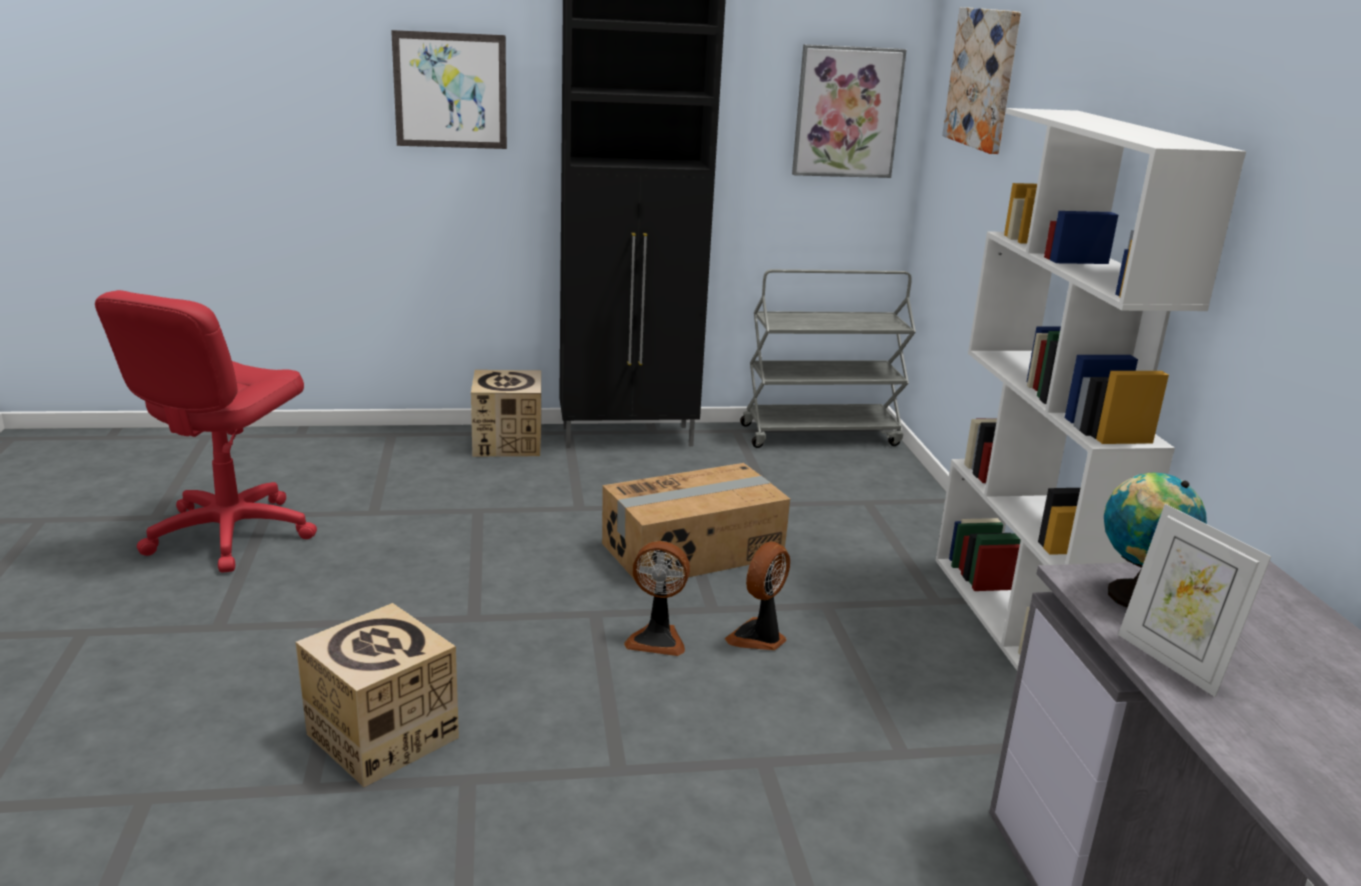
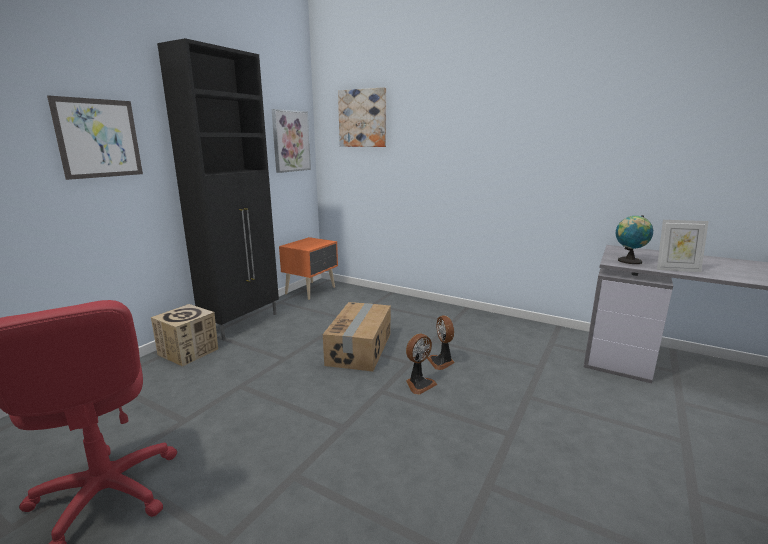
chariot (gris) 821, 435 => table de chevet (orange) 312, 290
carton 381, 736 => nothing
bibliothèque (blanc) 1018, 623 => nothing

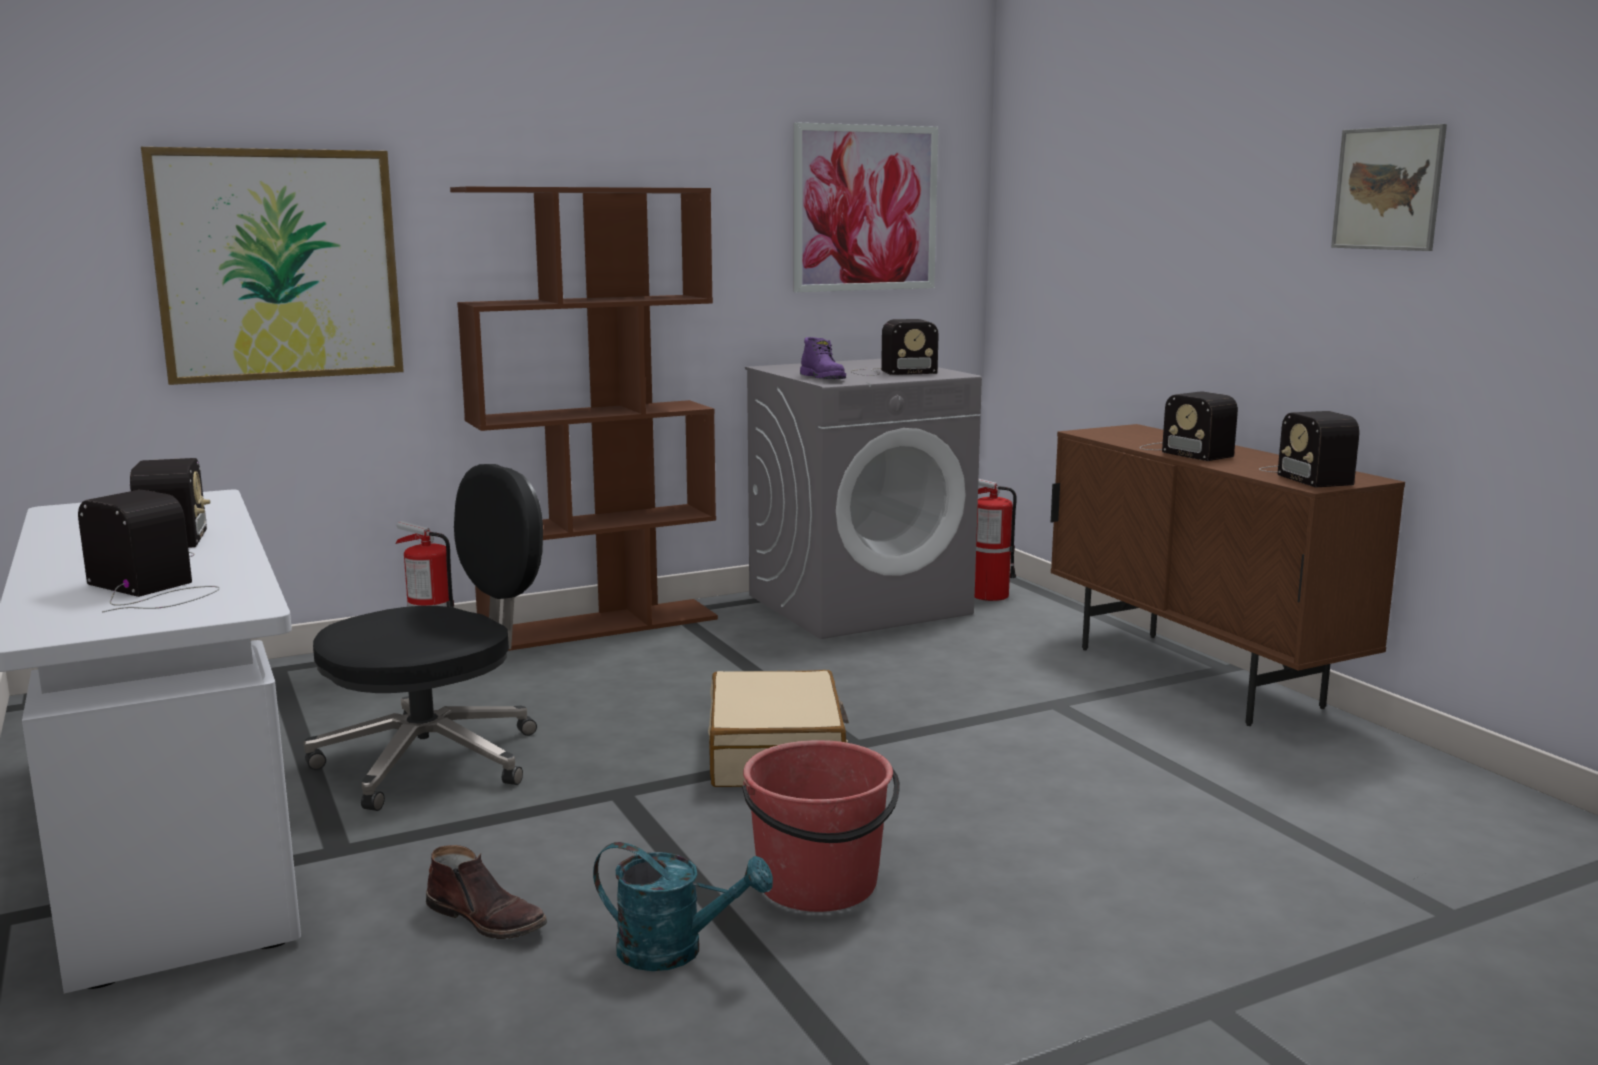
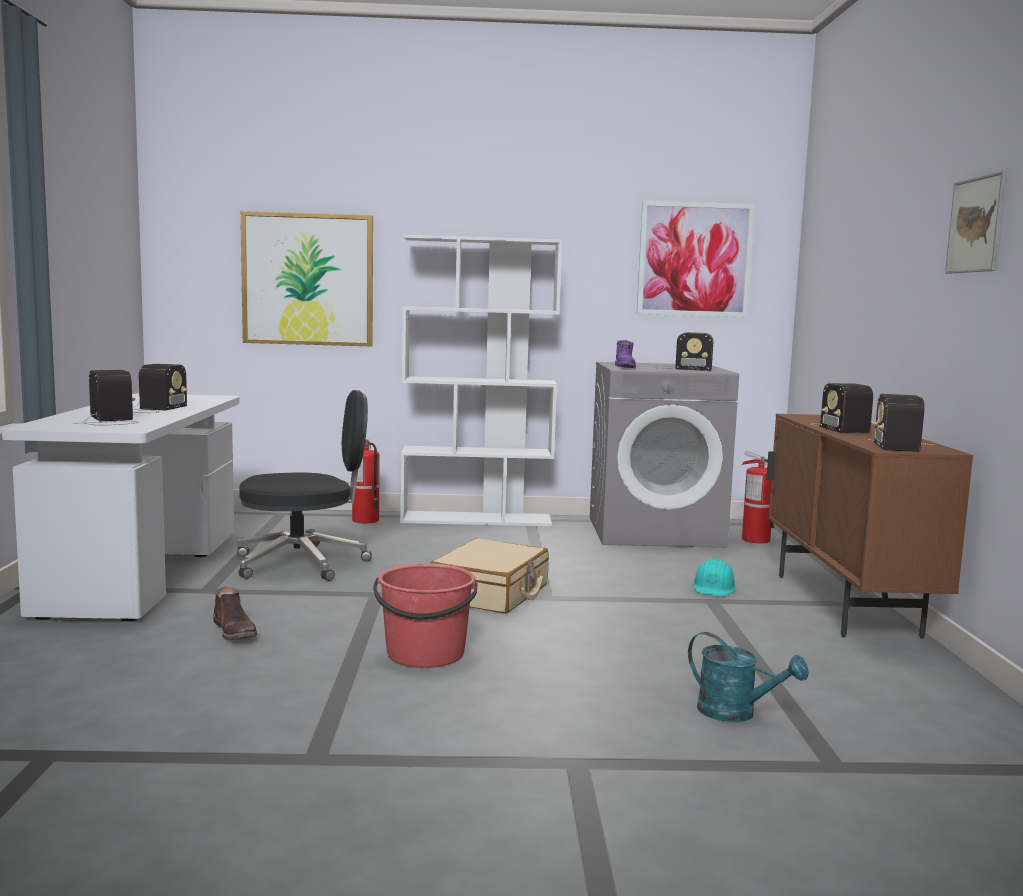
bibliothèque (marron) 600, 625 => bibliothèque (blanc) 477, 519
arrosoir (turquoise) 675, 951 => arrosoir (turquoise) 736, 713, moved
nothing => casque de chantier (turquoise) 714, 587

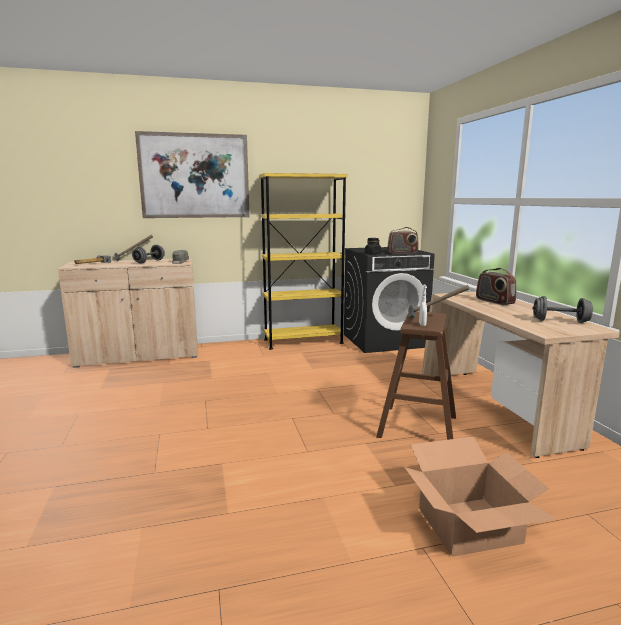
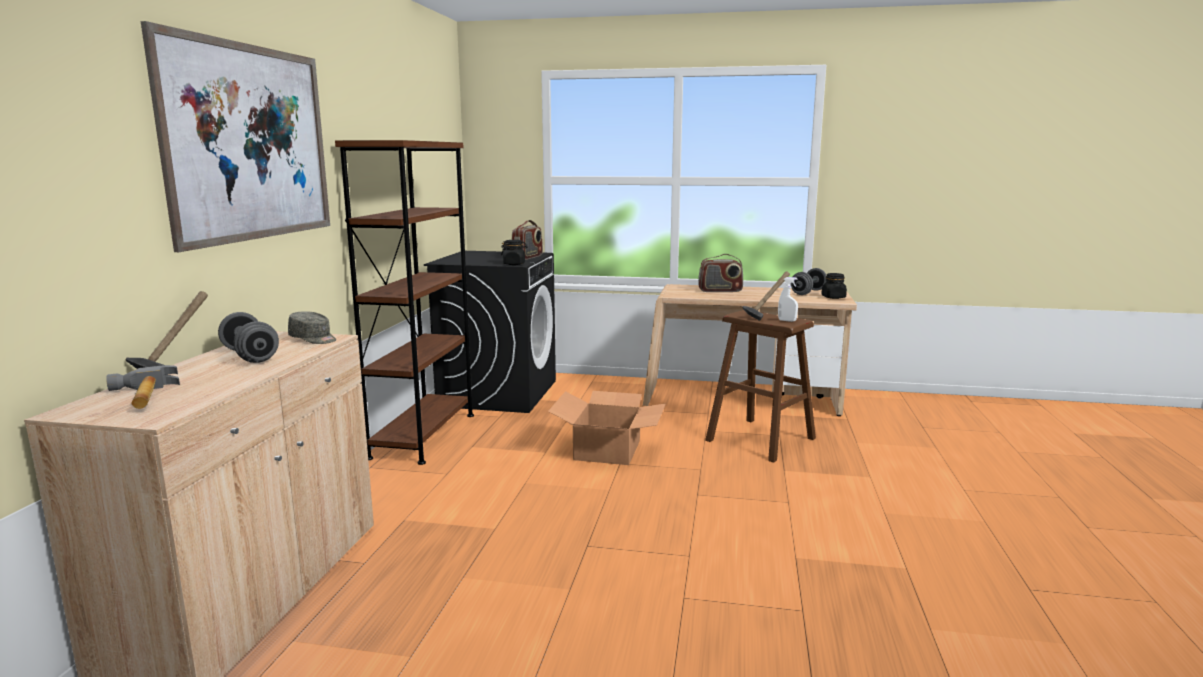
bibliothèque (jaune) 303, 341 => bibliothèque (marron) 423, 435
carton 470, 526 => carton 608, 450, moved
nothing => bocal (noir) 833, 297

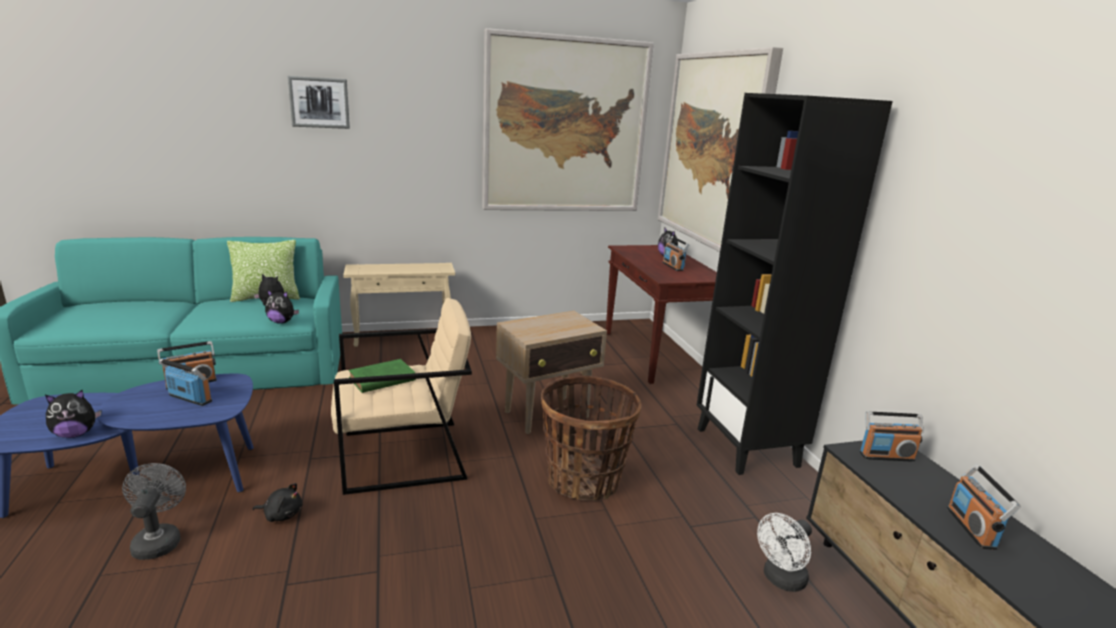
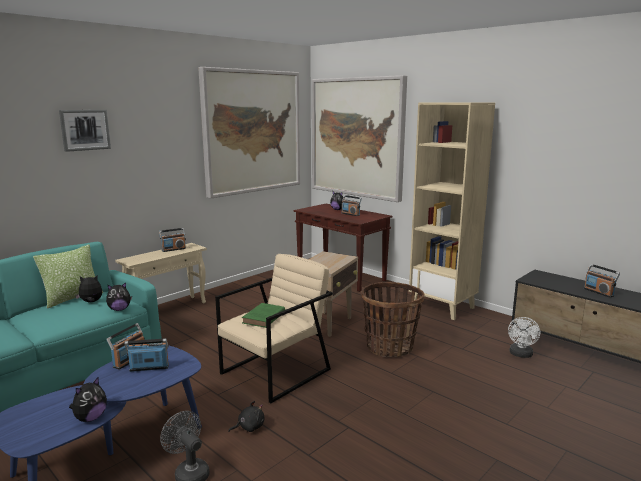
radio 886, 456 => radio 173, 249, moved
bibliothèque (noir) 748, 447 => bibliothèque (beige) 443, 307

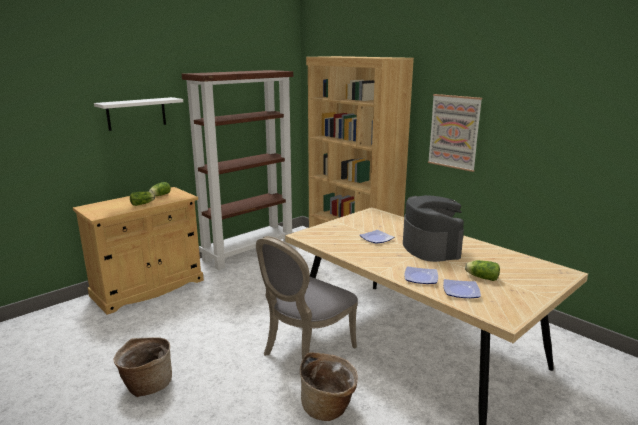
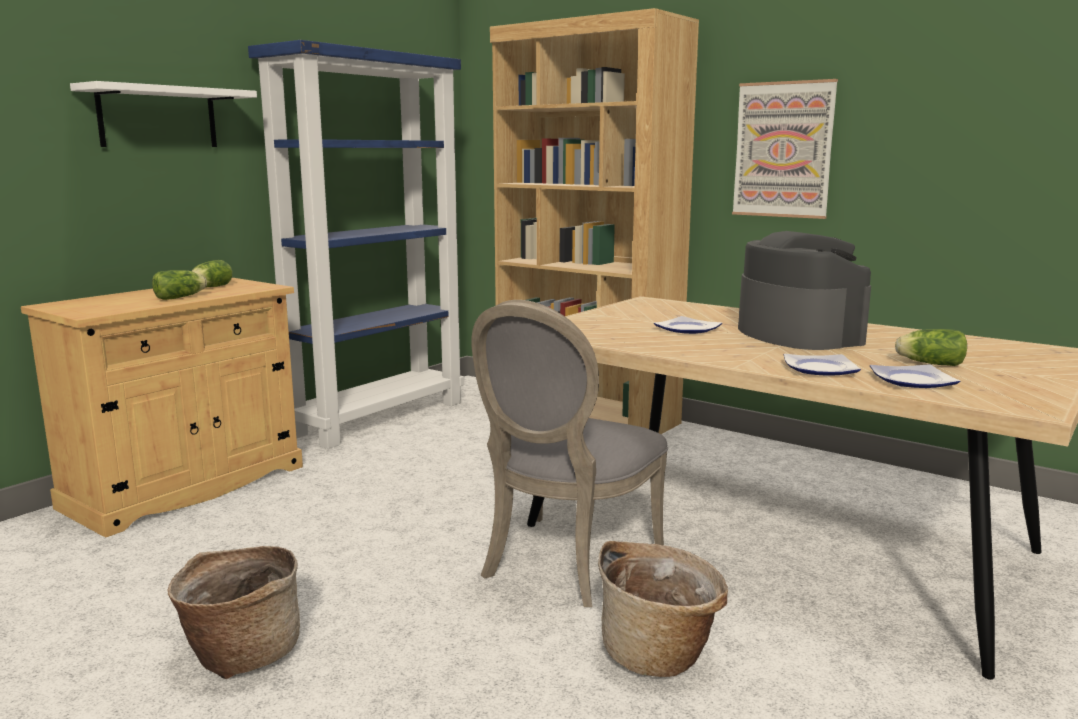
bibliothèque (marron) 249, 251 => bibliothèque (bleu) 379, 418

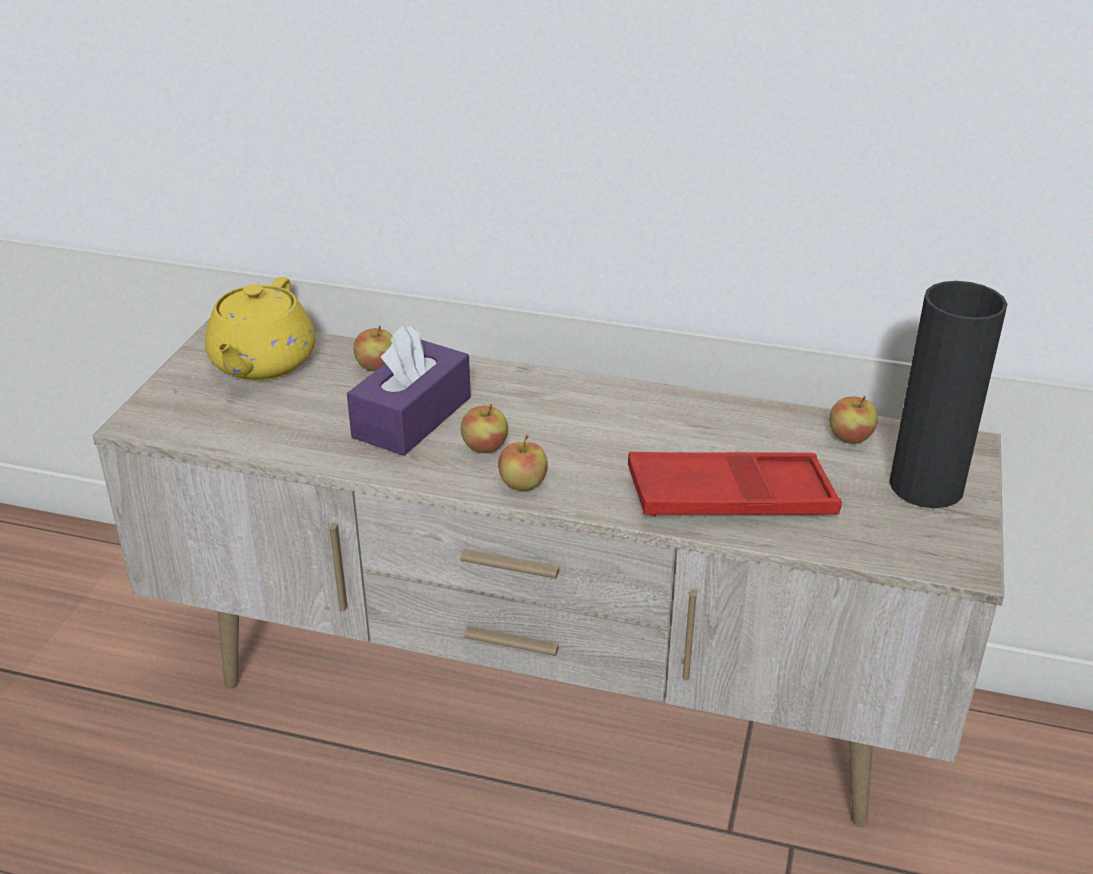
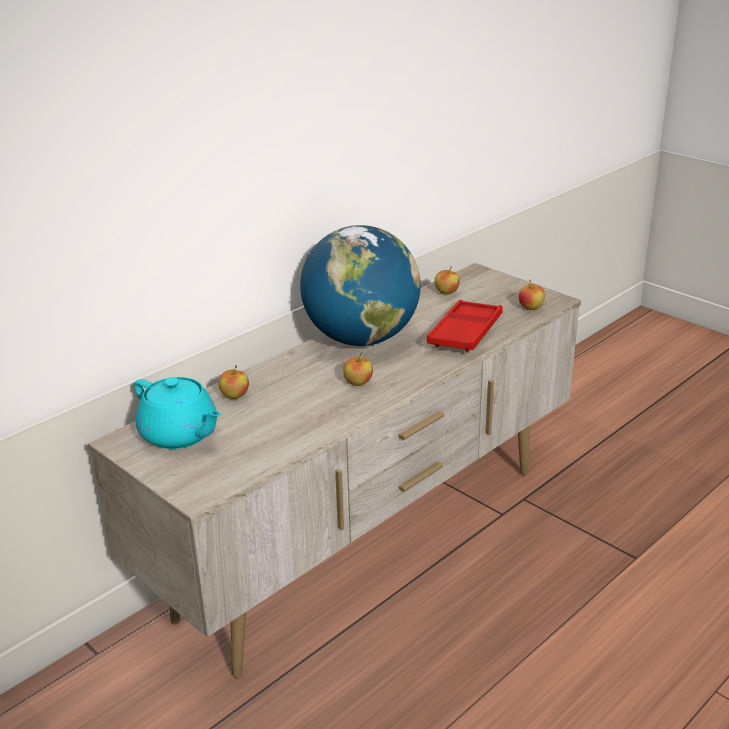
théière (jaune) 262, 364 => théière (turquoise) 180, 434
nothing => globe 361, 339
pomme 523, 485 => pomme 530, 308, moved
boîte à mouchoirs (violet) 412, 417 => nothing
vase (noir) 926, 486 => nothing

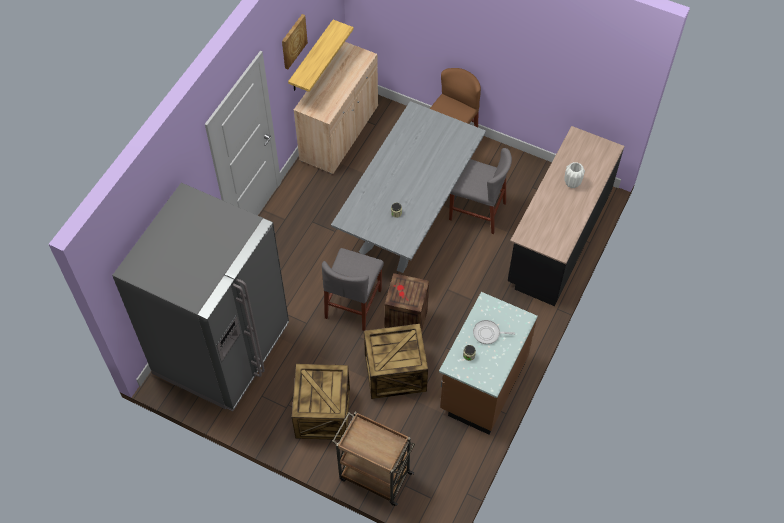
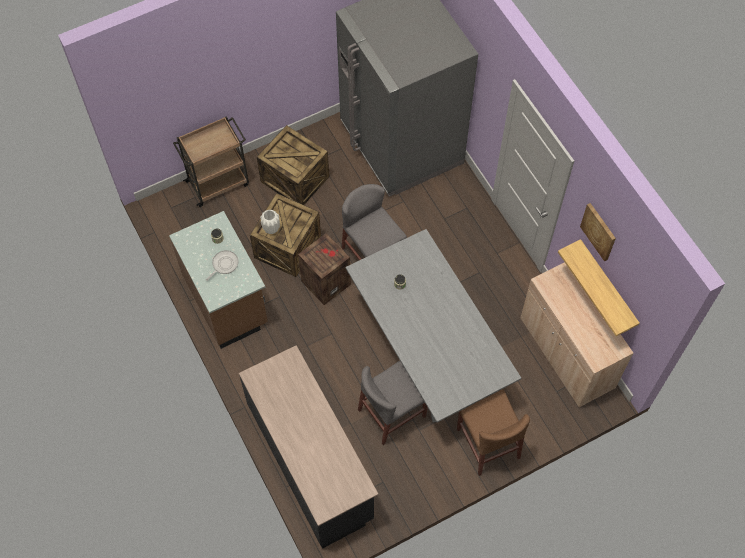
vase (blanc) 572, 183 => vase (blanc) 271, 229, moved

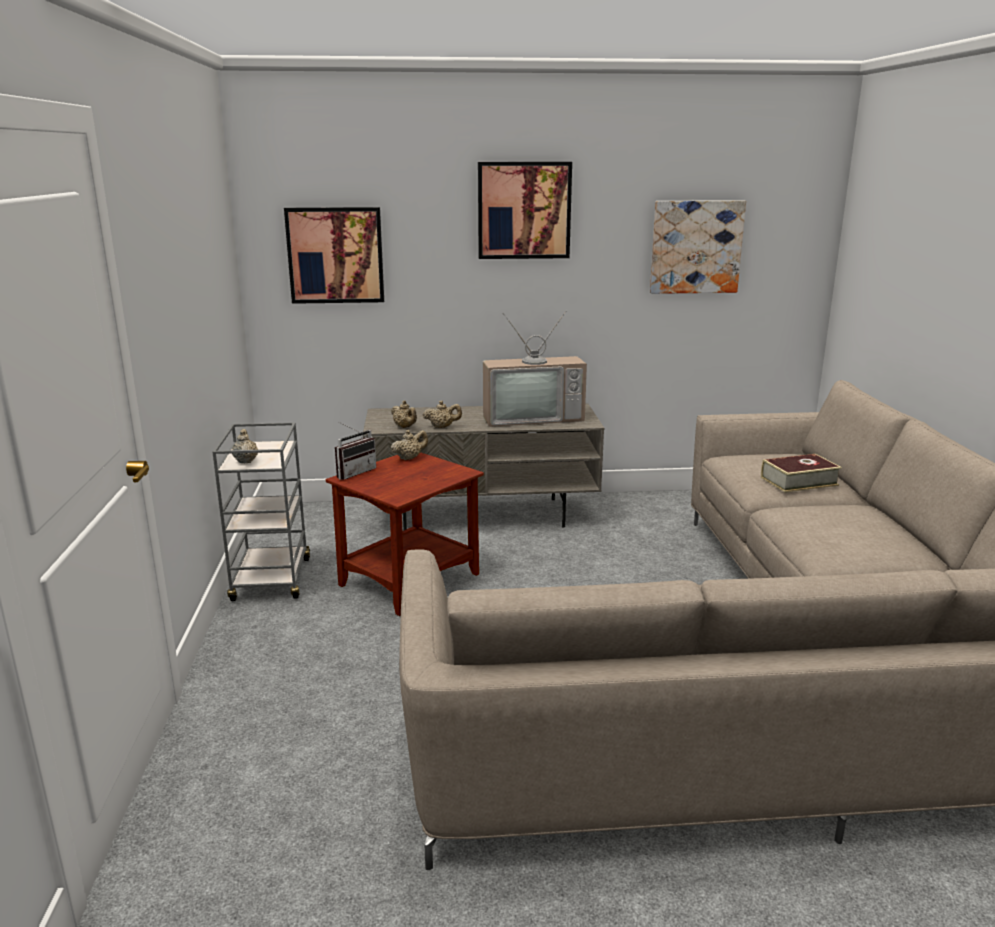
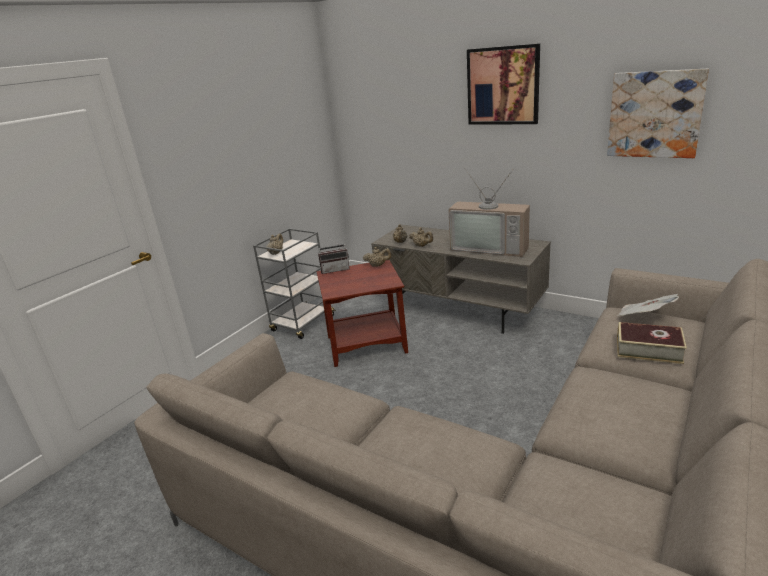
nothing => journal 644, 318
tableau 335, 255 => nothing

